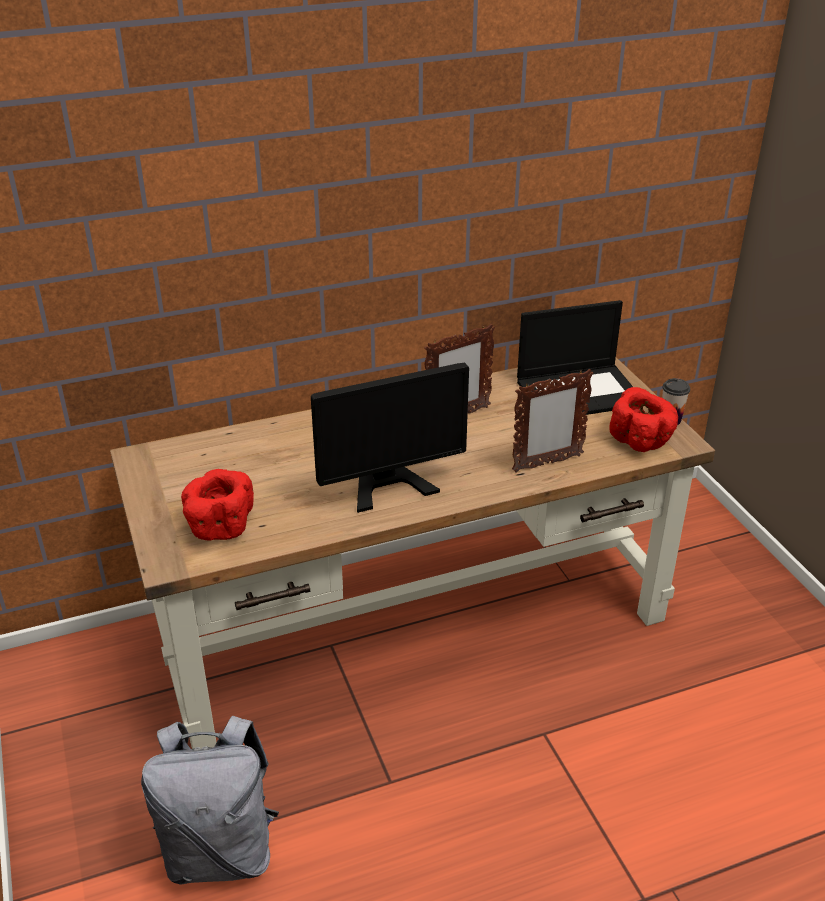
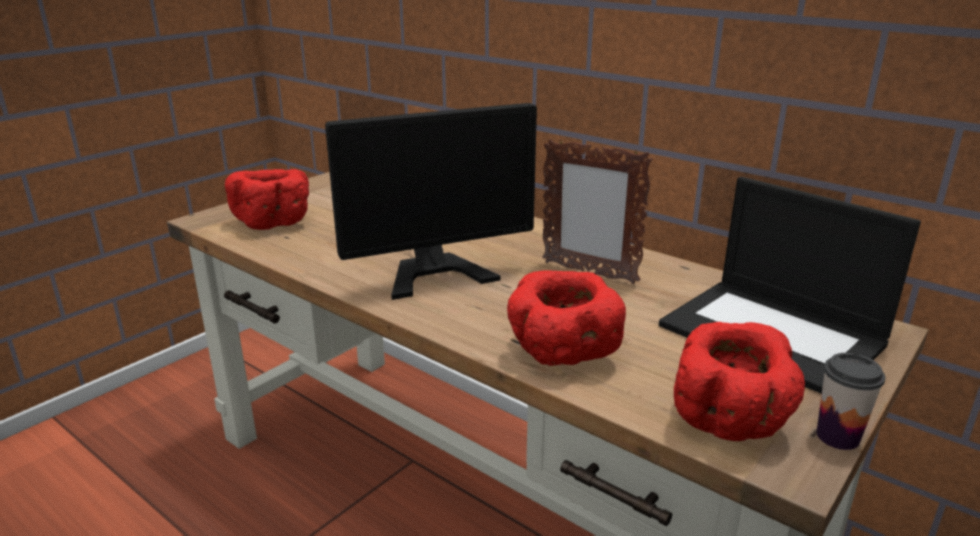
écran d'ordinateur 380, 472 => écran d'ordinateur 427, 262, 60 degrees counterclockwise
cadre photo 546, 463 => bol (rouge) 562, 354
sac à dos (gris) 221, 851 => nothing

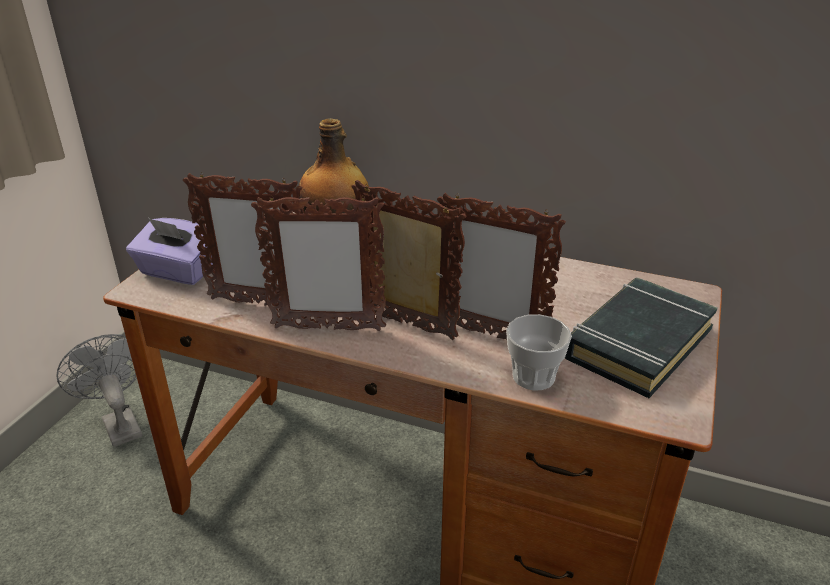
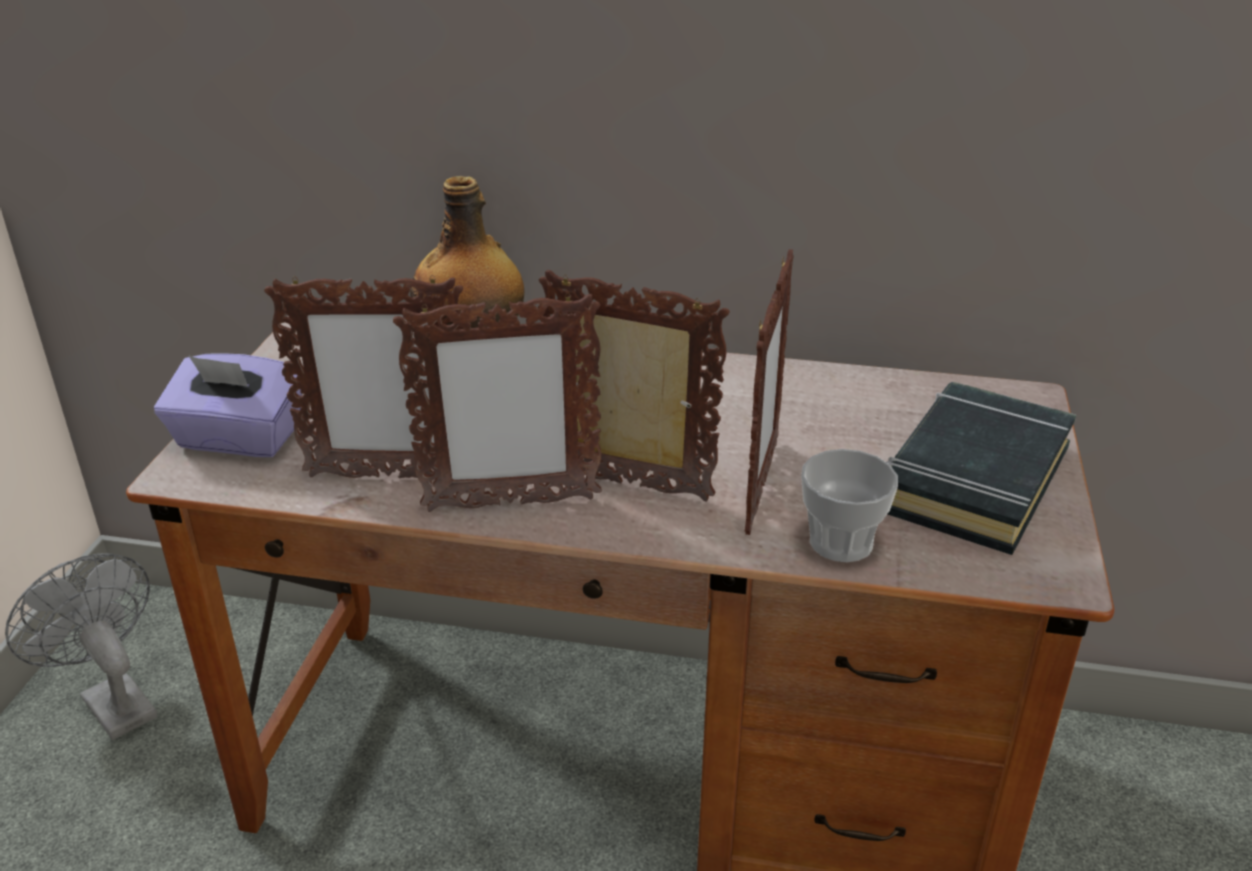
cadre photo 490, 335 => cadre photo 760, 488, 90 degrees counterclockwise

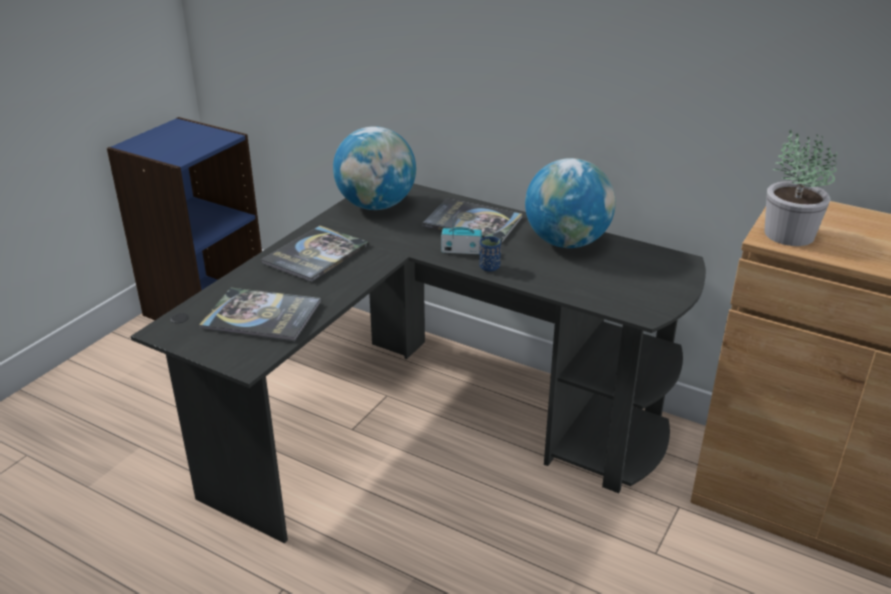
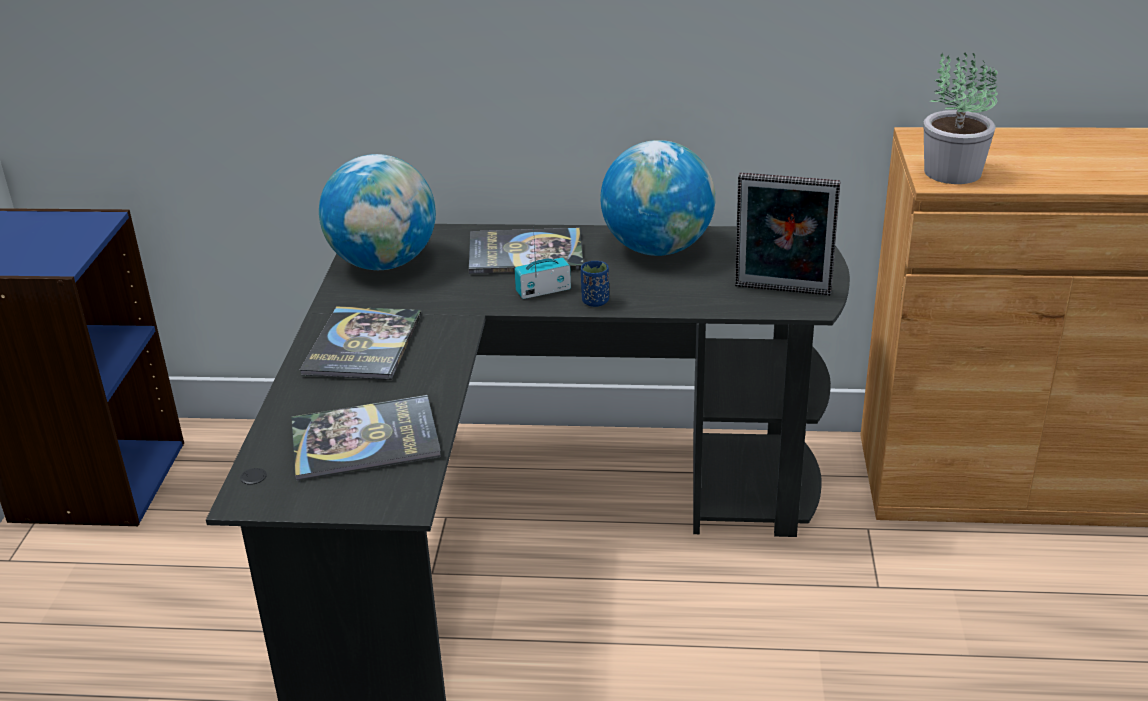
nothing => cadre photo 782, 292

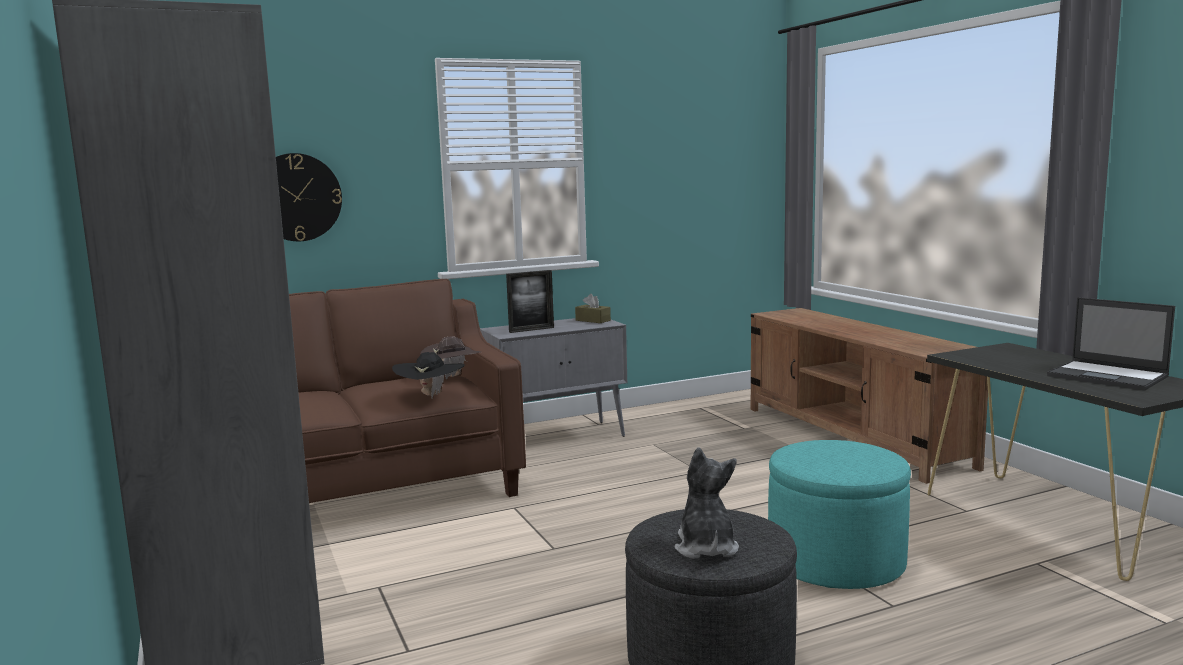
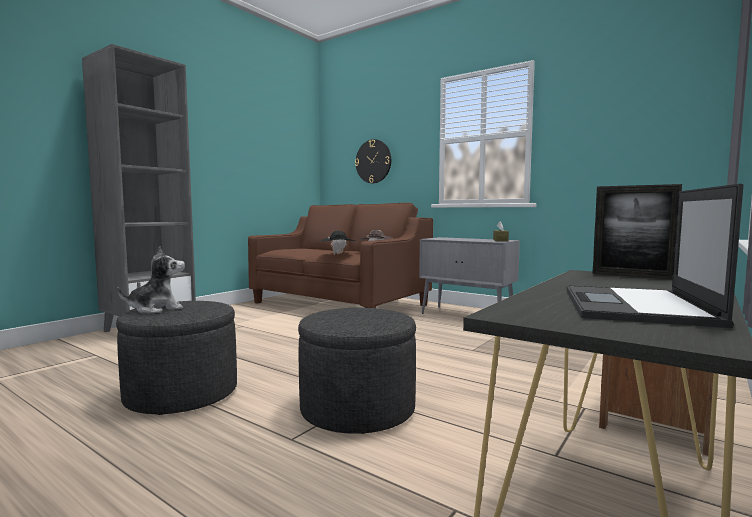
pouf (turquoise) 836, 562 => pouf (gris) 357, 409
cadre photo 531, 330 => cadre photo 632, 276, moved

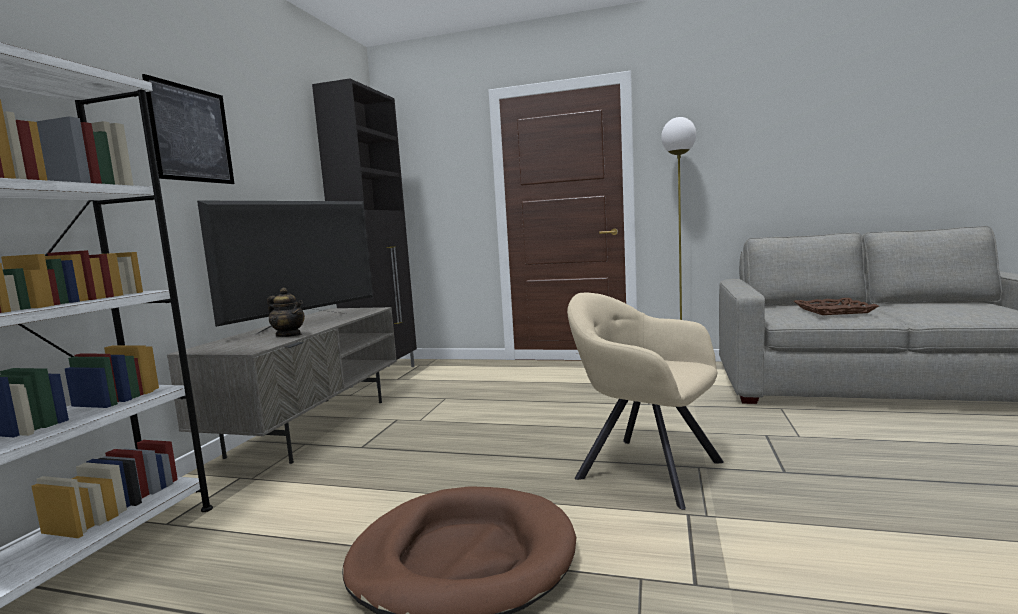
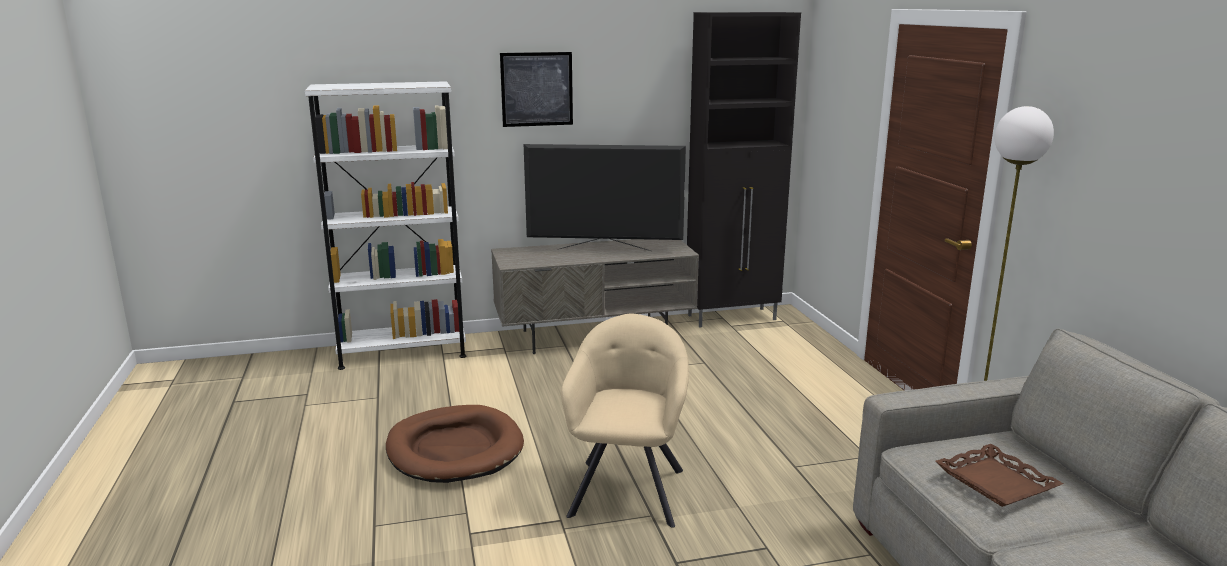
théière 289, 335 => nothing

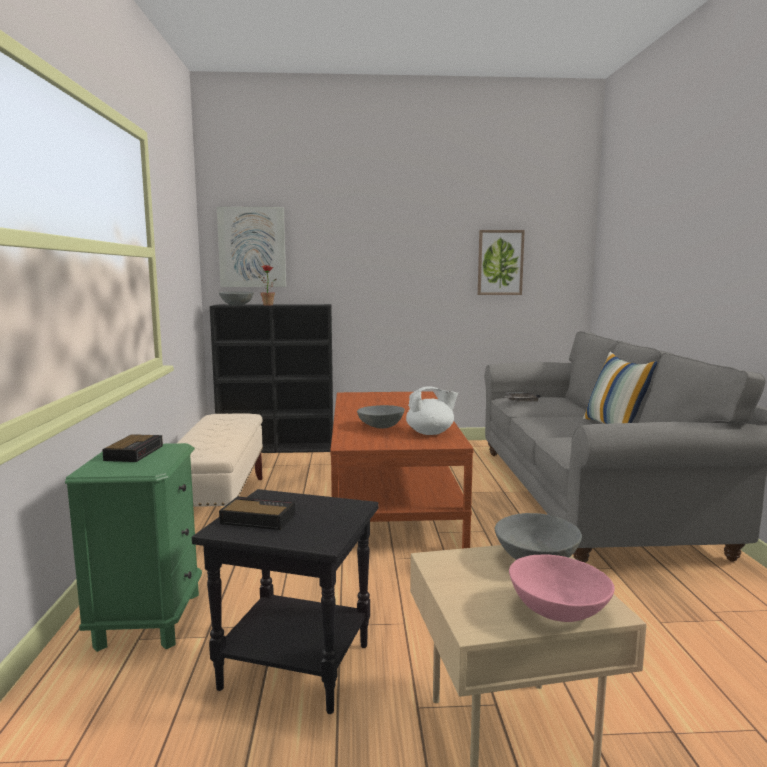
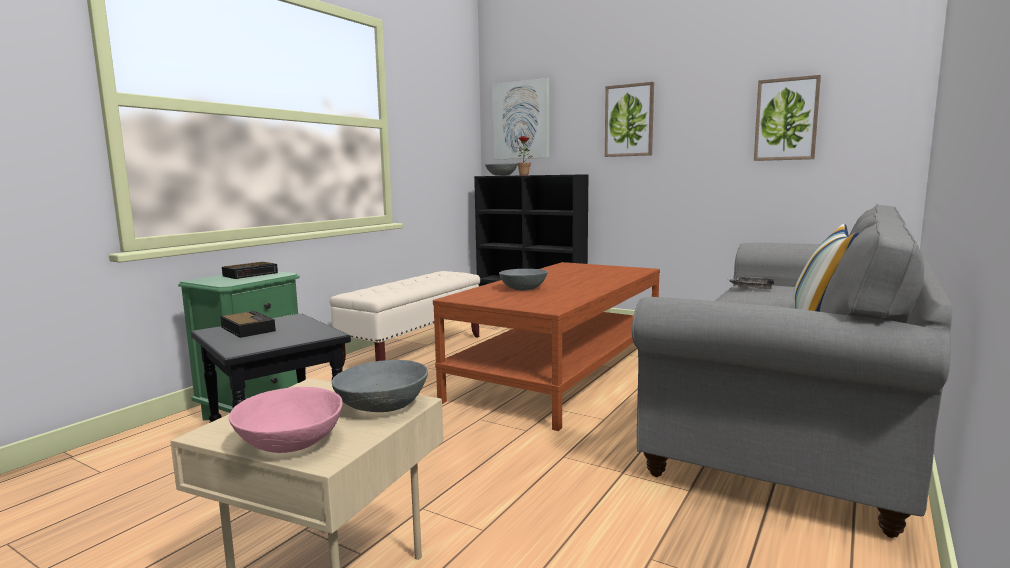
nothing => tableau 629, 120
théière (blanc) 431, 433 => nothing

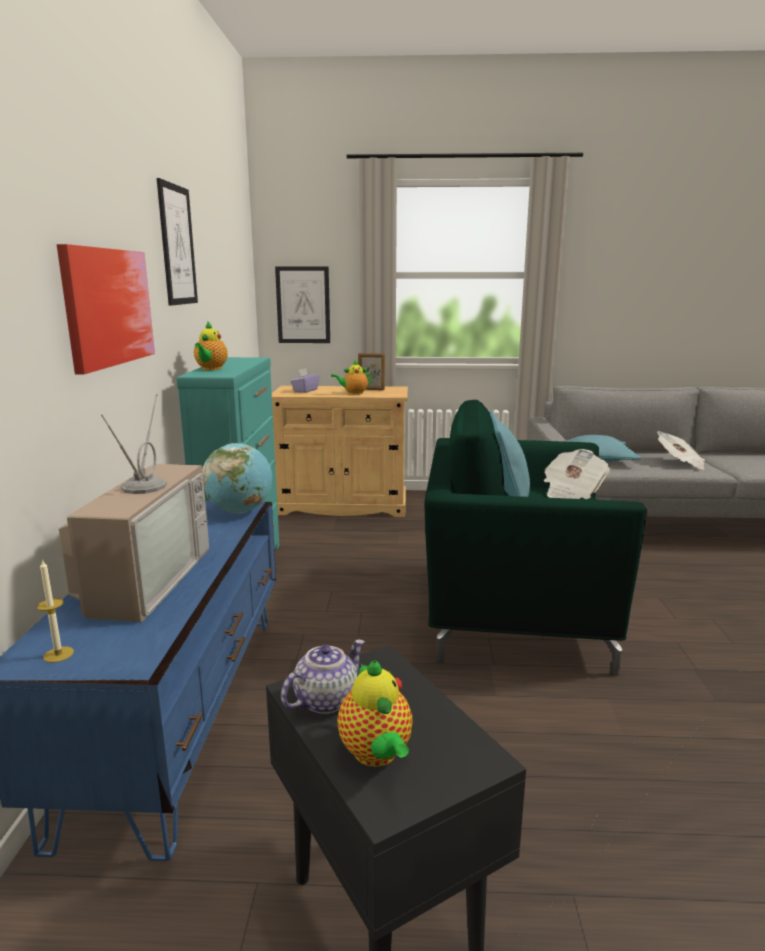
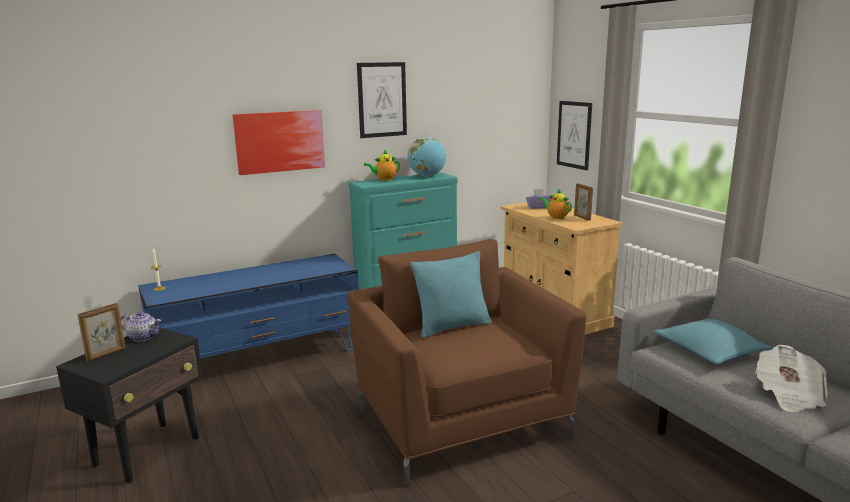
théière 376, 754 => cadre photo 106, 354
fauteuil (vert) 512, 610 => fauteuil (marron) 461, 421
globe 240, 511 => globe 427, 176, moved
téléviseur 143, 578 => nothing
journal 571, 492 => nothing

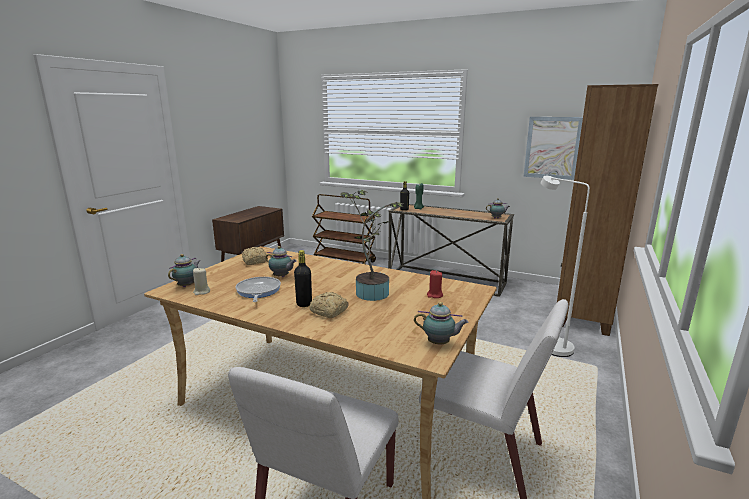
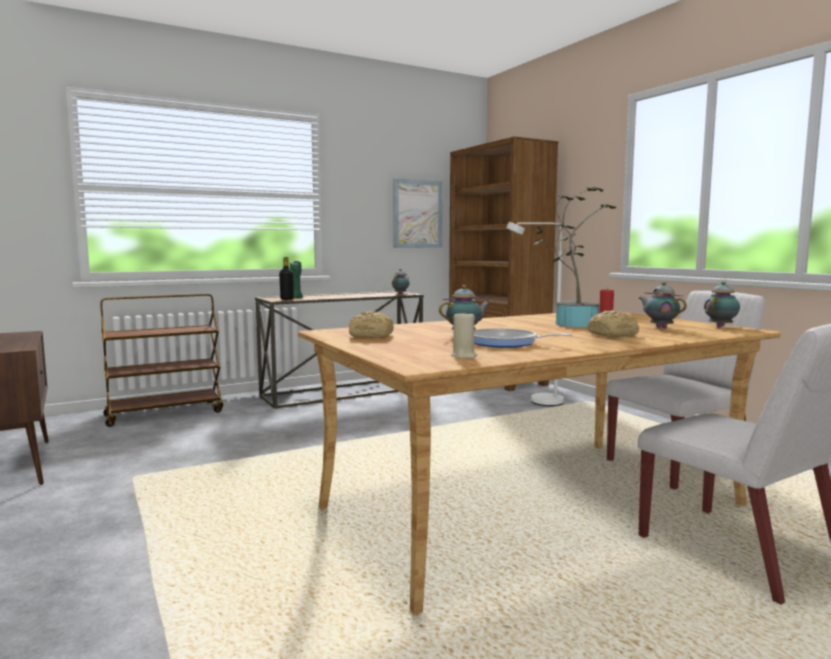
théière 187, 285 => théière 660, 327, moved
bouteille (noir) 304, 304 => nothing

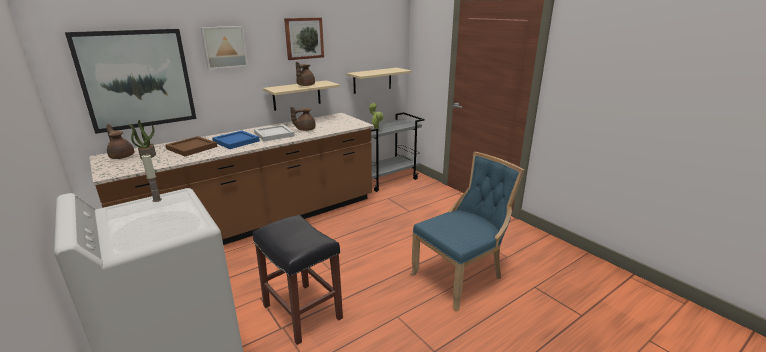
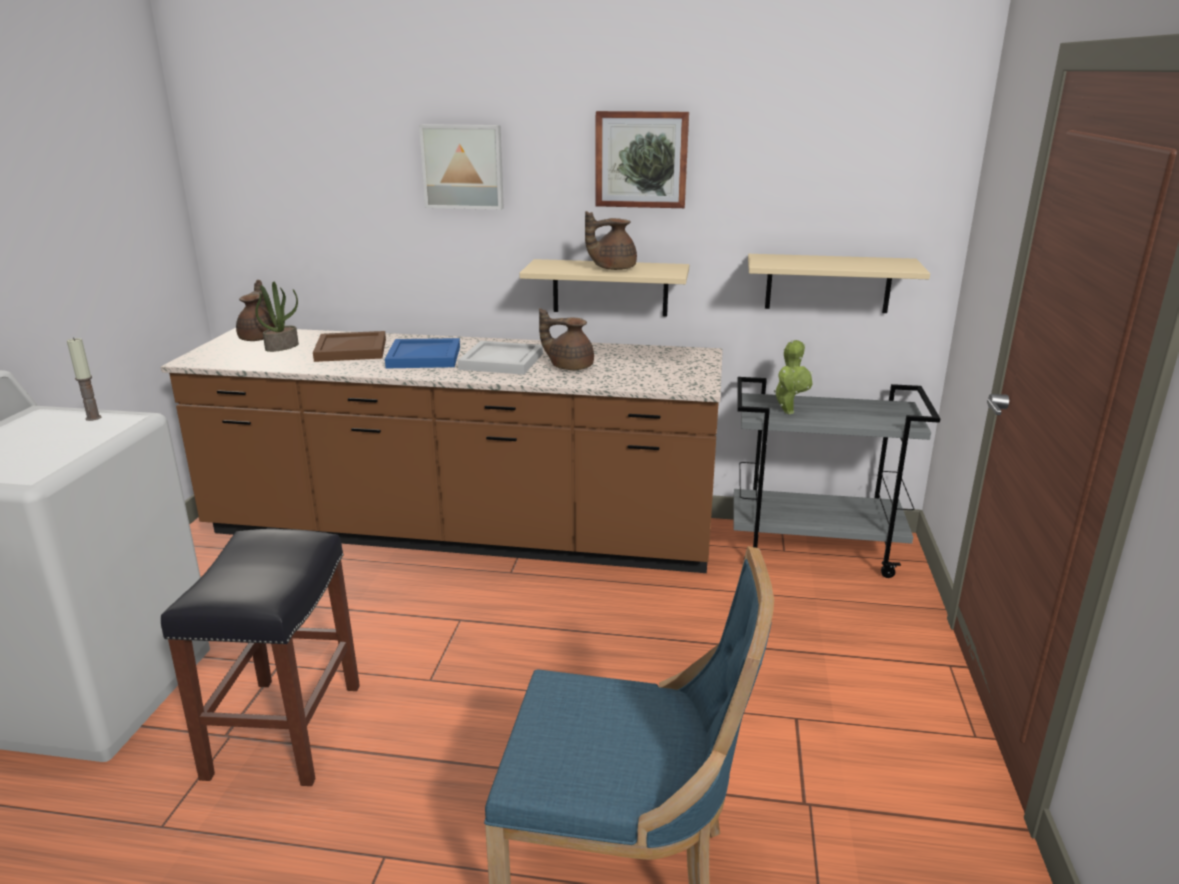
tableau 137, 79 => nothing

